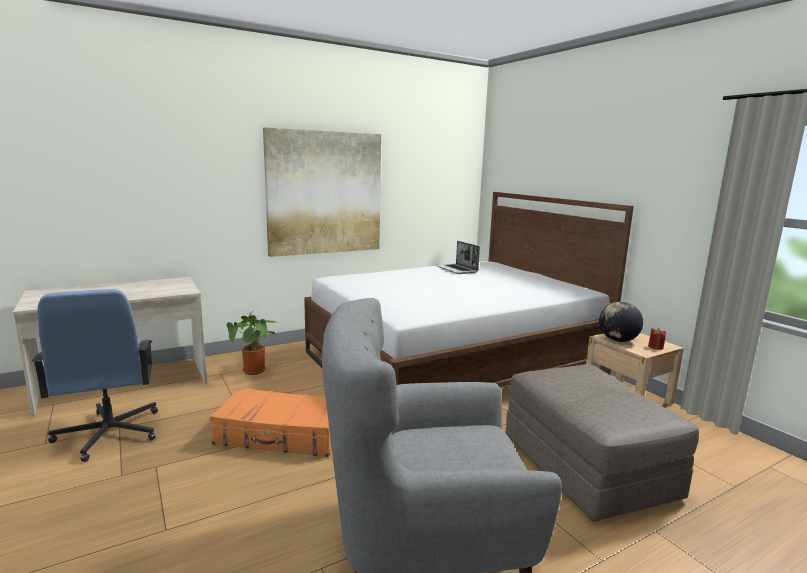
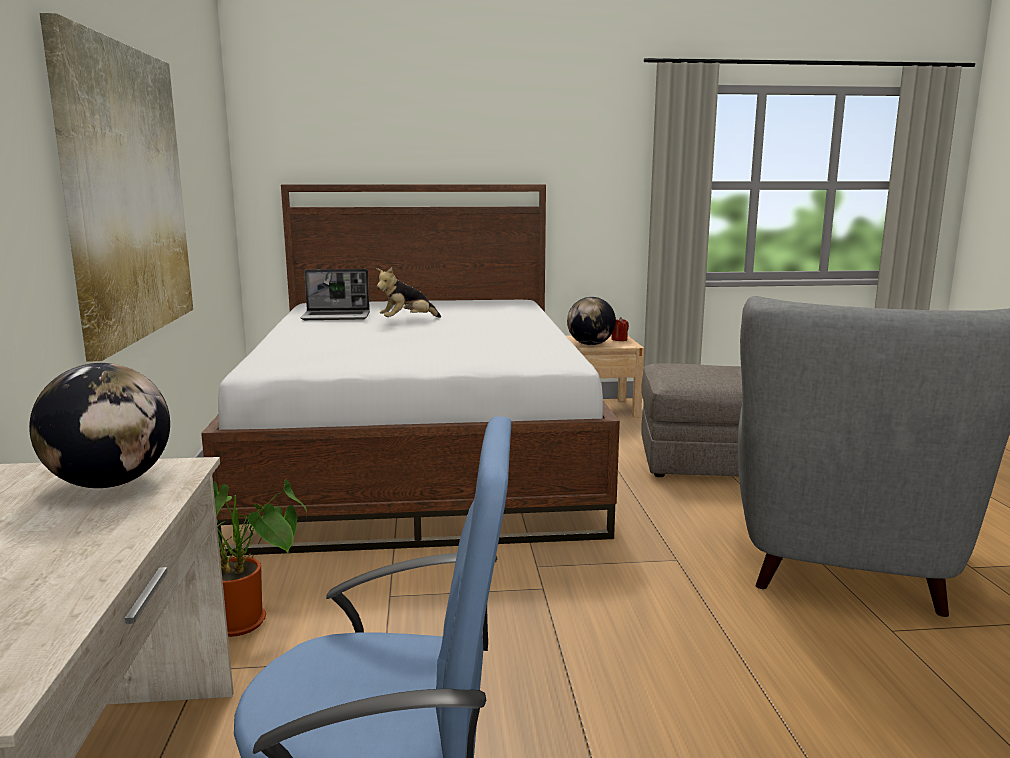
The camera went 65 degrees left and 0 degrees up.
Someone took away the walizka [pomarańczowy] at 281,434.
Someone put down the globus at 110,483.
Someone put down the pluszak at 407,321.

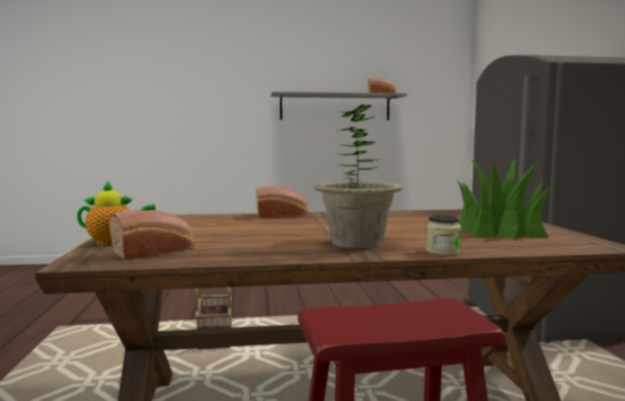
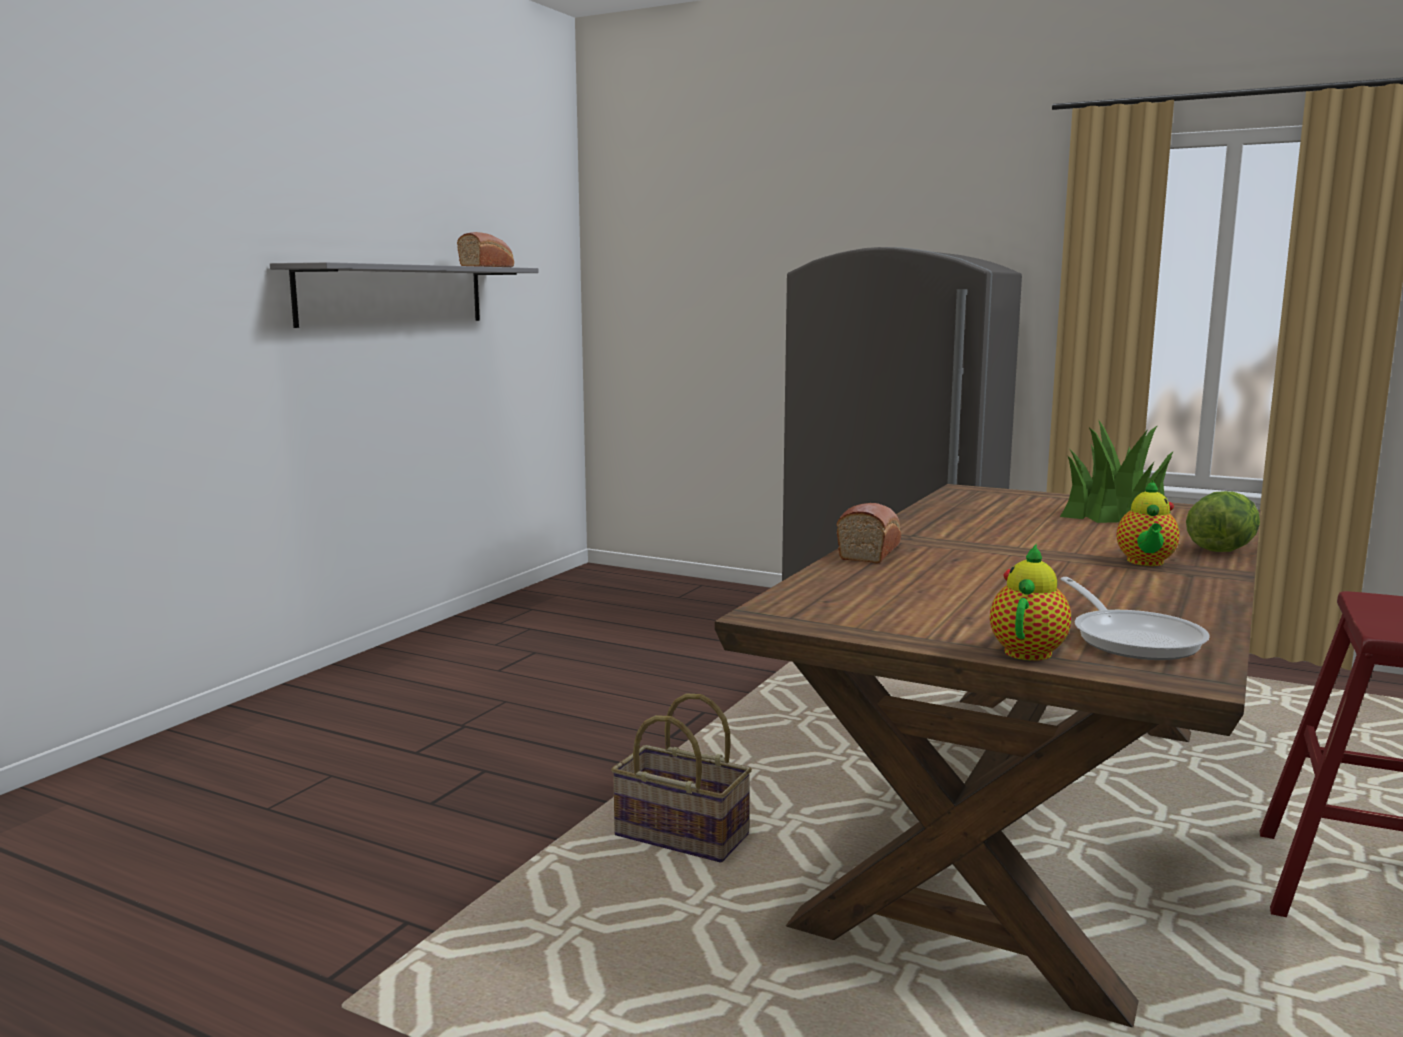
The camera went 55 degrees left and 5 degrees up.
Someone swapped the chleb at 155,251 for the patelnia at 1132,639.
Someone swapped the roślina doniczkowa at 357,243 for the imbryk at 1145,563.
Someone swapped the słoik at 442,252 for the sałata at 1221,550.

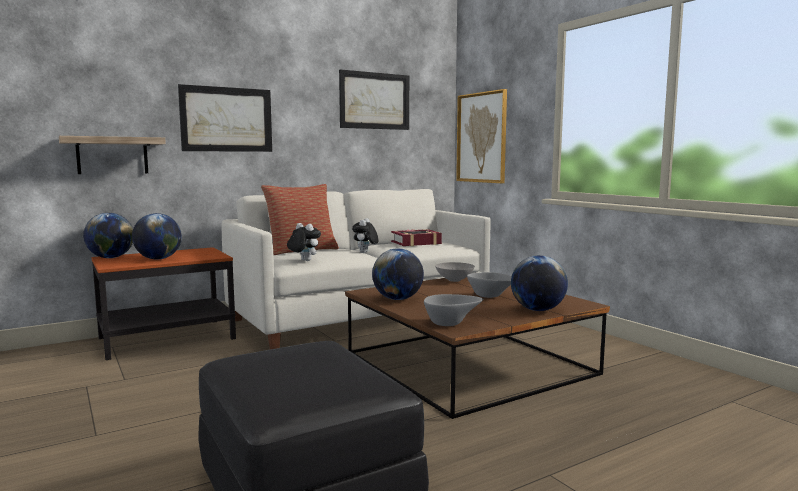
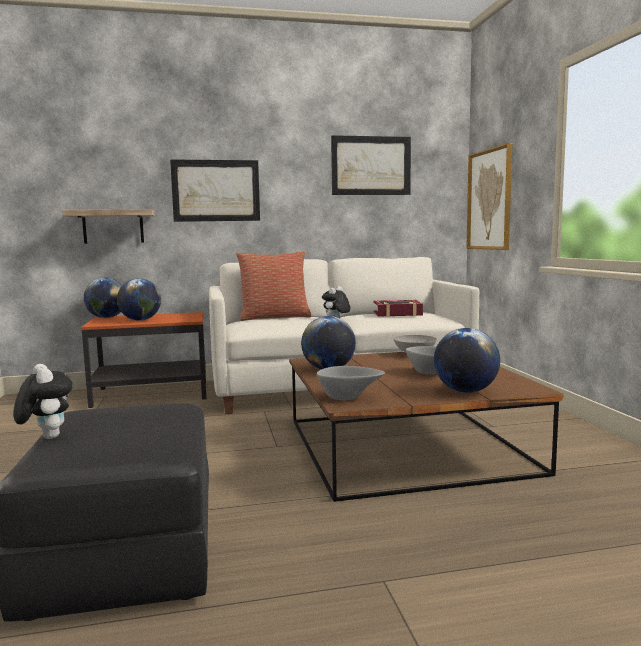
The camera went 20 degrees right and 0 degrees up.
Someone carried the pluszak from 304,261 to 46,437.

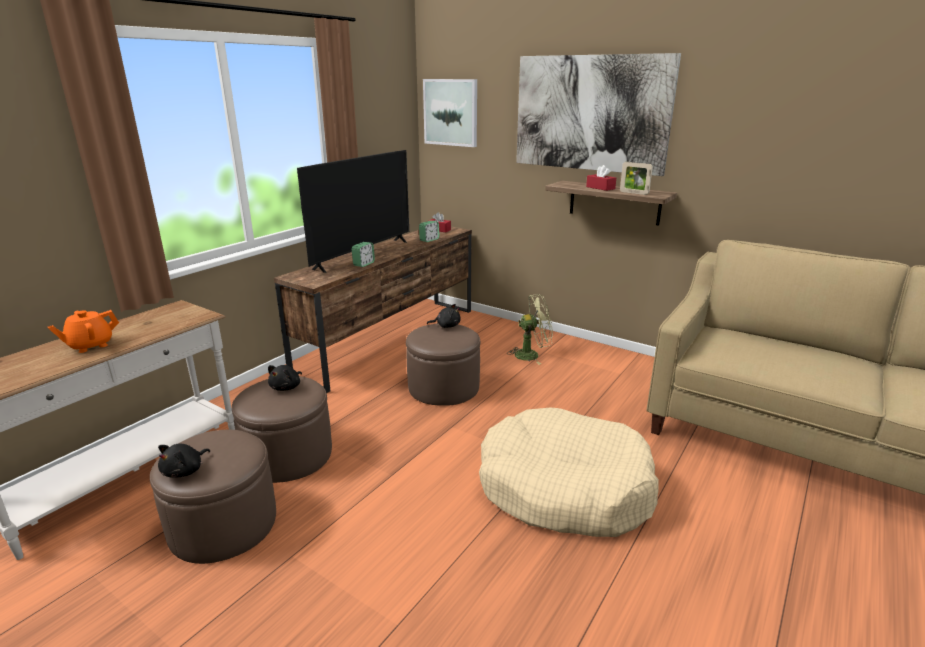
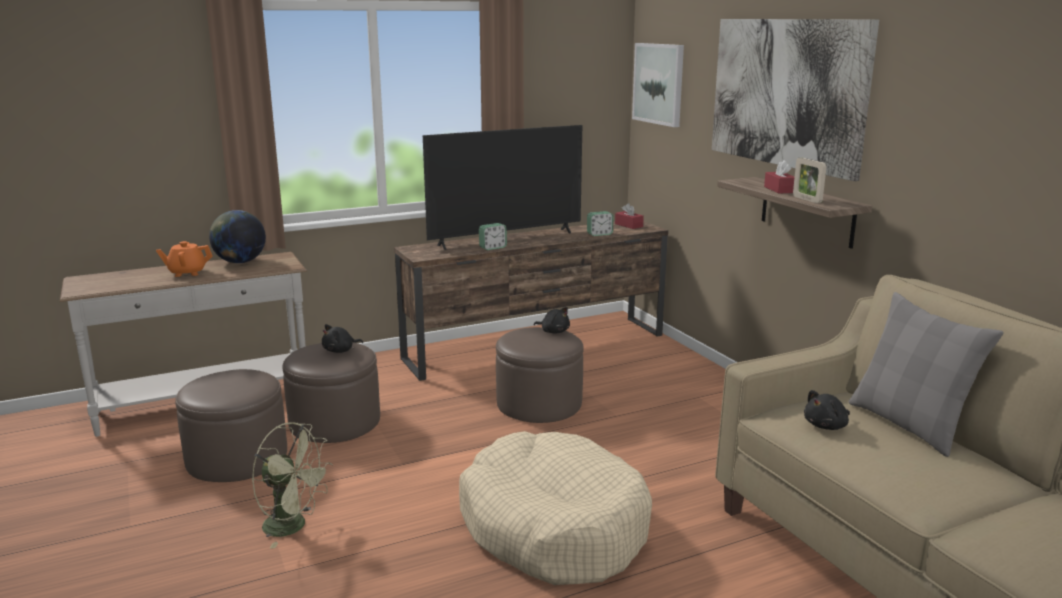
The camera went 30 degrees right and 5 degrees down.
Someone put down the globus at 240,262.
Someone put down the poduszka [szary] at 909,425.
Someone carried the pluszak [czarny] from 185,471 to 826,426.
Someone carried the wentylator [zielony] from 532,355 to 293,527.

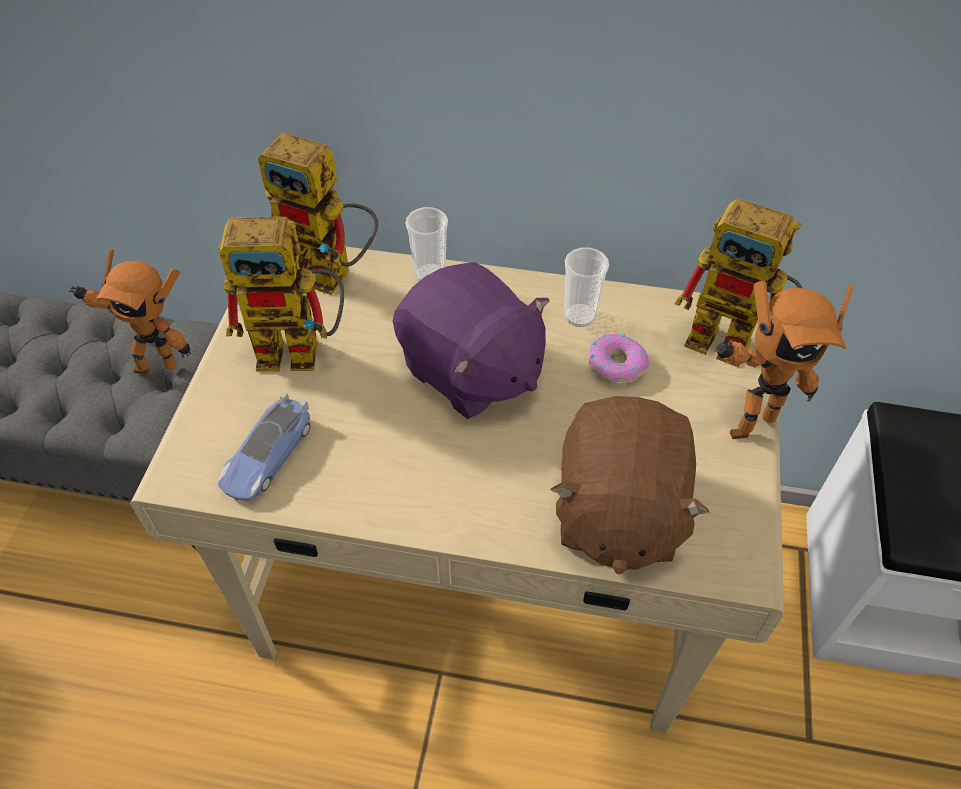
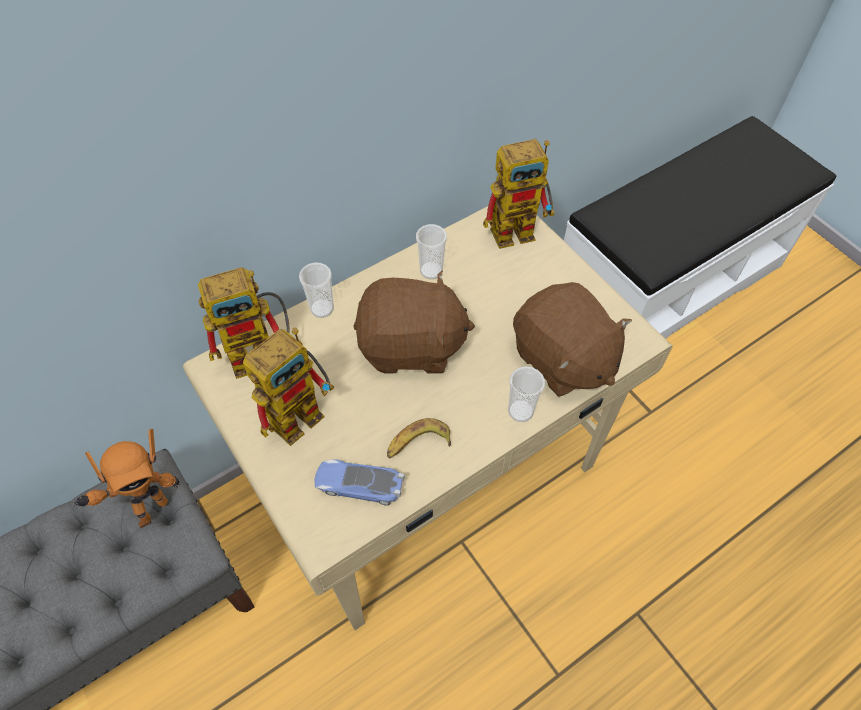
The camera went 45 degrees left and 5 degrees up.
Someone took away the donut at 616,364.
Someone took away the robot zabawkowy at 747,421.
Someone put down the banan at 417,444.
Someone put down the filiżanka at 520,411.
Someone repainted the pluszak [fioletowy] at 470,371, which became the pluszak [brązowy] at 411,346.
Someone rotated the samochodzik at 267,455 by 120 degrees clockwise.

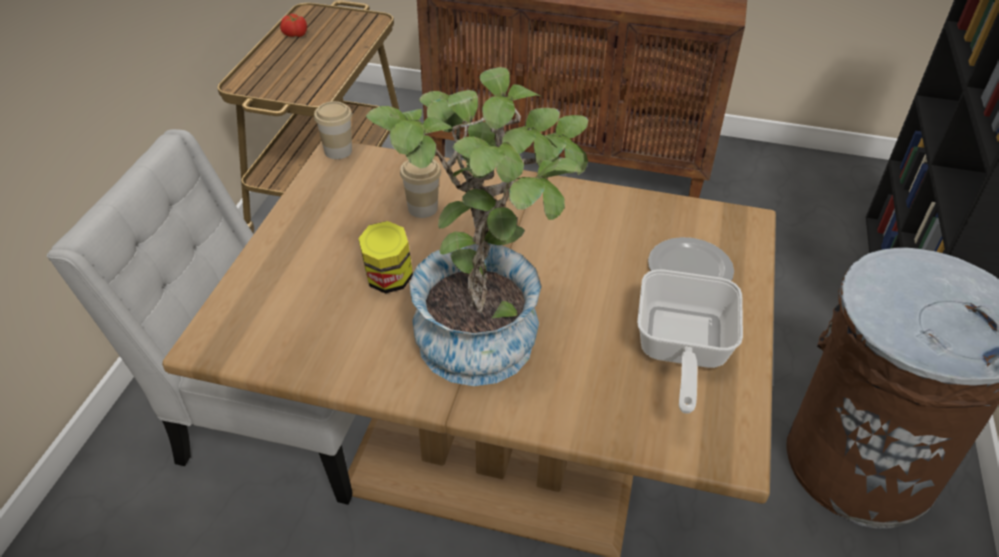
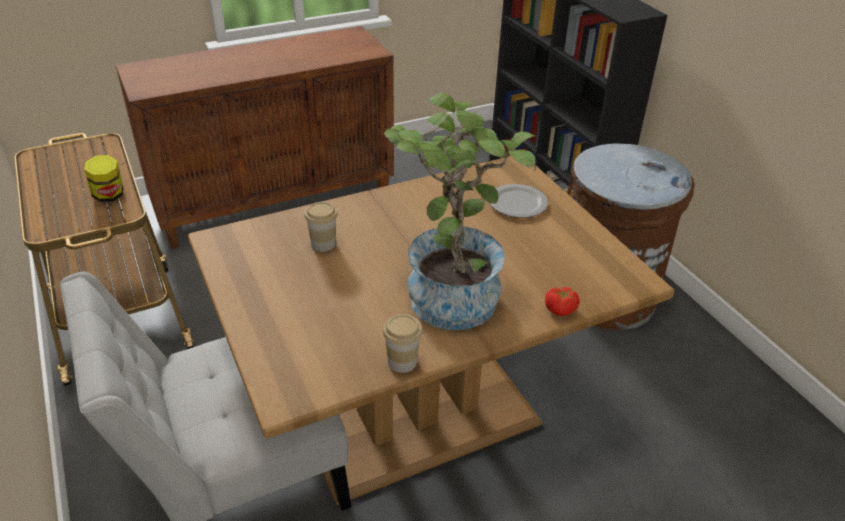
The camera went 40 degrees left and 5 degrees down.
Someone took away the patelnia at 680,351.
Someone carried the pomidor from 295,34 to 560,310.
Someone carried the filiżanka from 338,151 to 402,362.
Someone carried the słoik from 389,280 to 109,196.

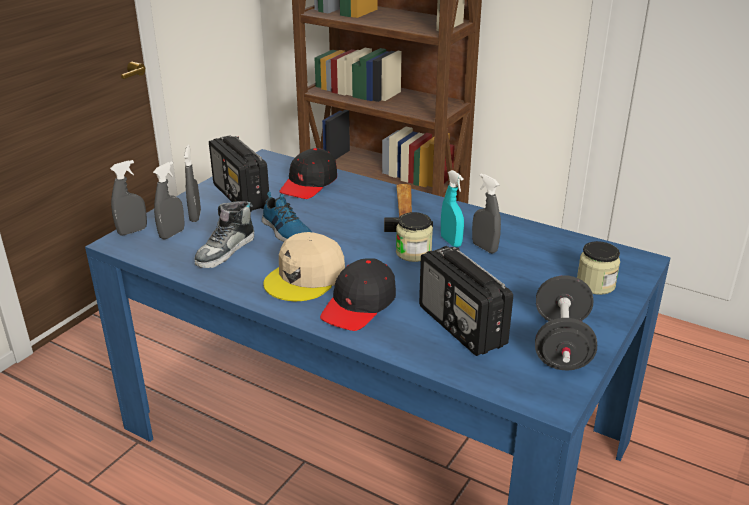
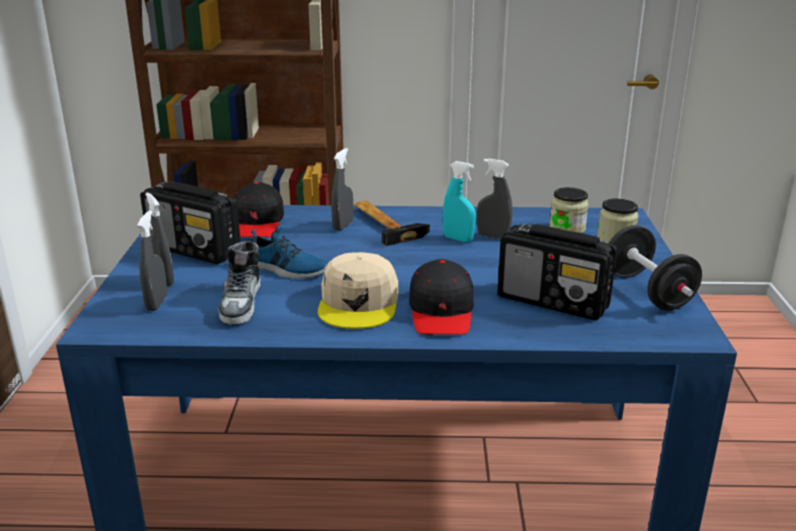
The camera went 30 degrees left and 5 degrees down.
Someone carried the spryskiwacz [szary] from 132,231 to 343,226.
Someone carried the słoik from 413,253 to 567,228.

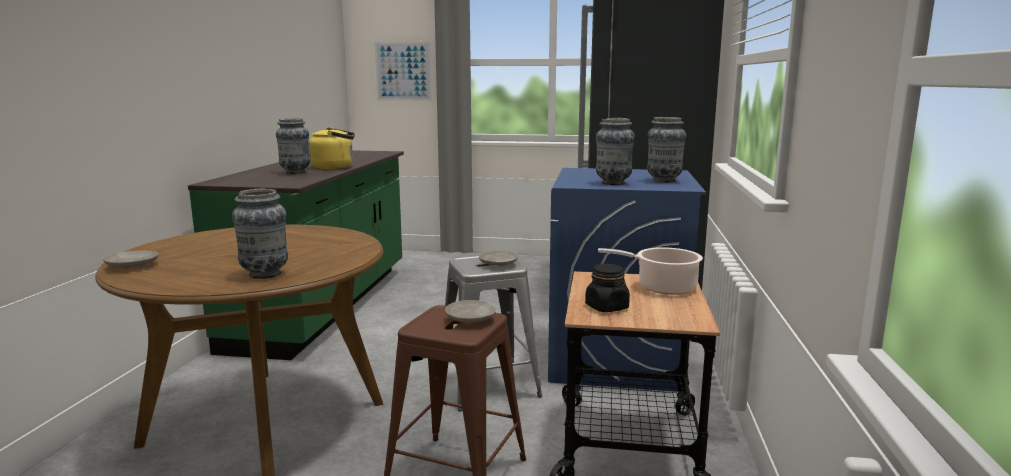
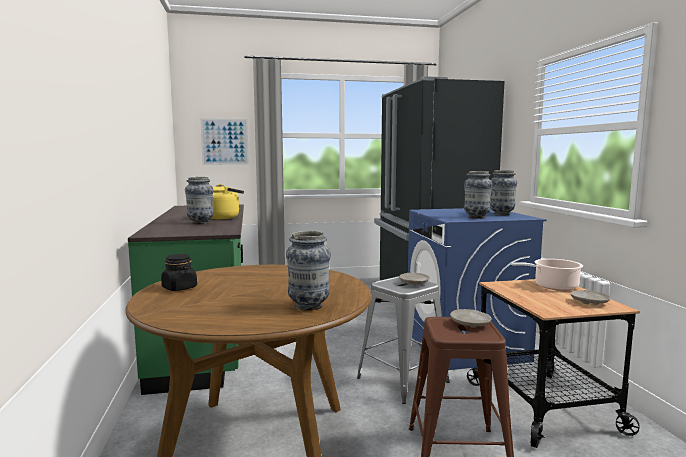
The camera went 20 degrees left and 5 degrees down.
Someone carried the talerz [beżowy] from 133,266 to 589,302.
Someone carried the słoik [czarny] from 607,307 to 179,288.

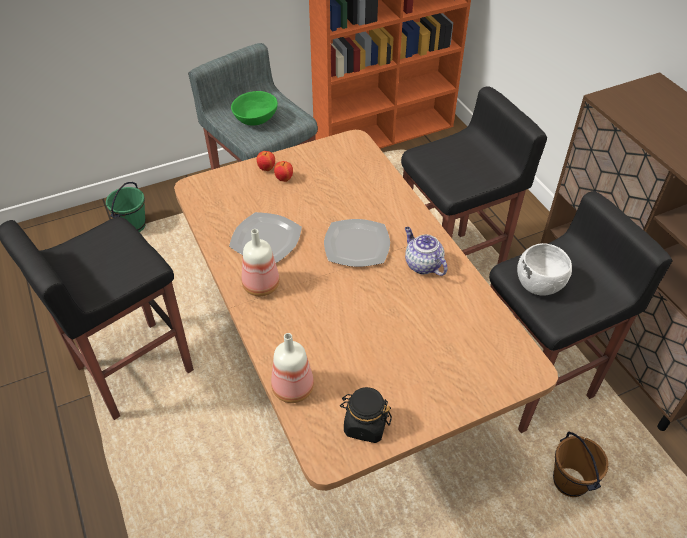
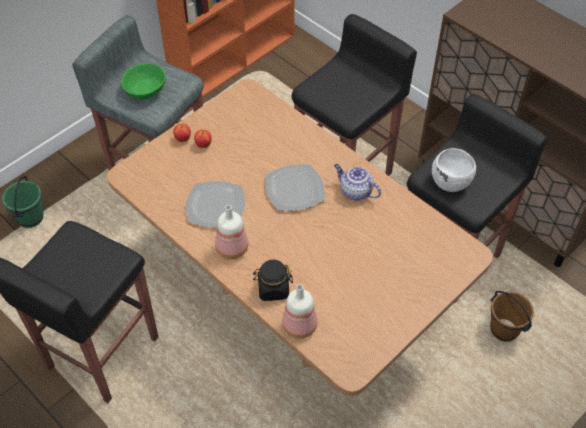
The camera went 20 degrees left and 5 degrees up.
Someone carried the słoik [czarny] from 365,425 to 273,289.

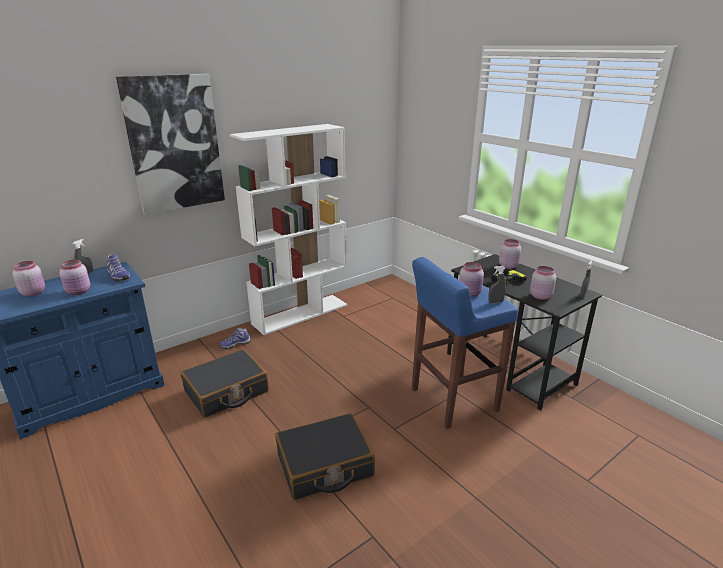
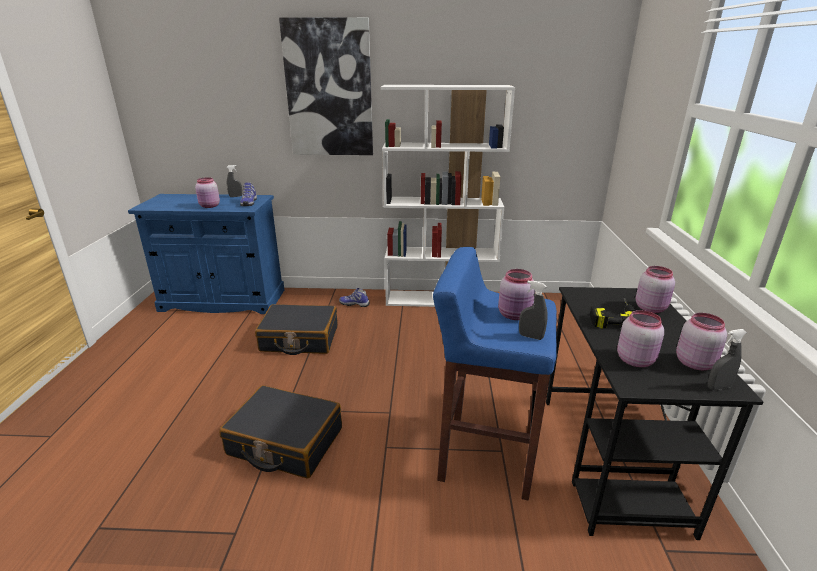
The camera went 40 degrees right and 0 degrees up.
Someone carried the słoik [różowy] from 33,292 to 694,362.

